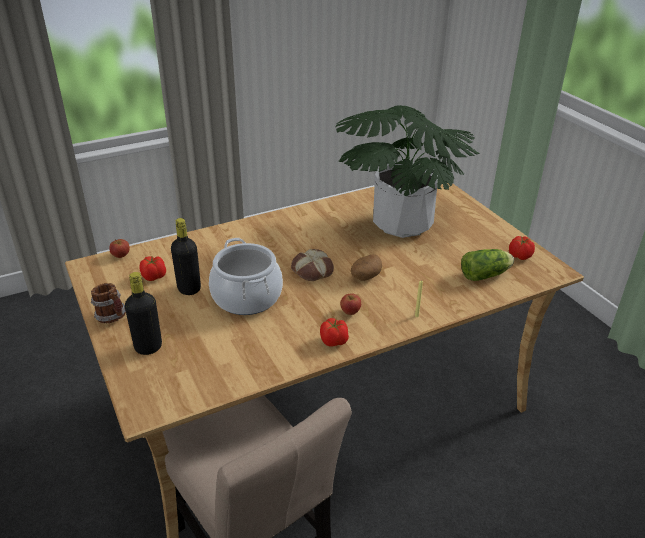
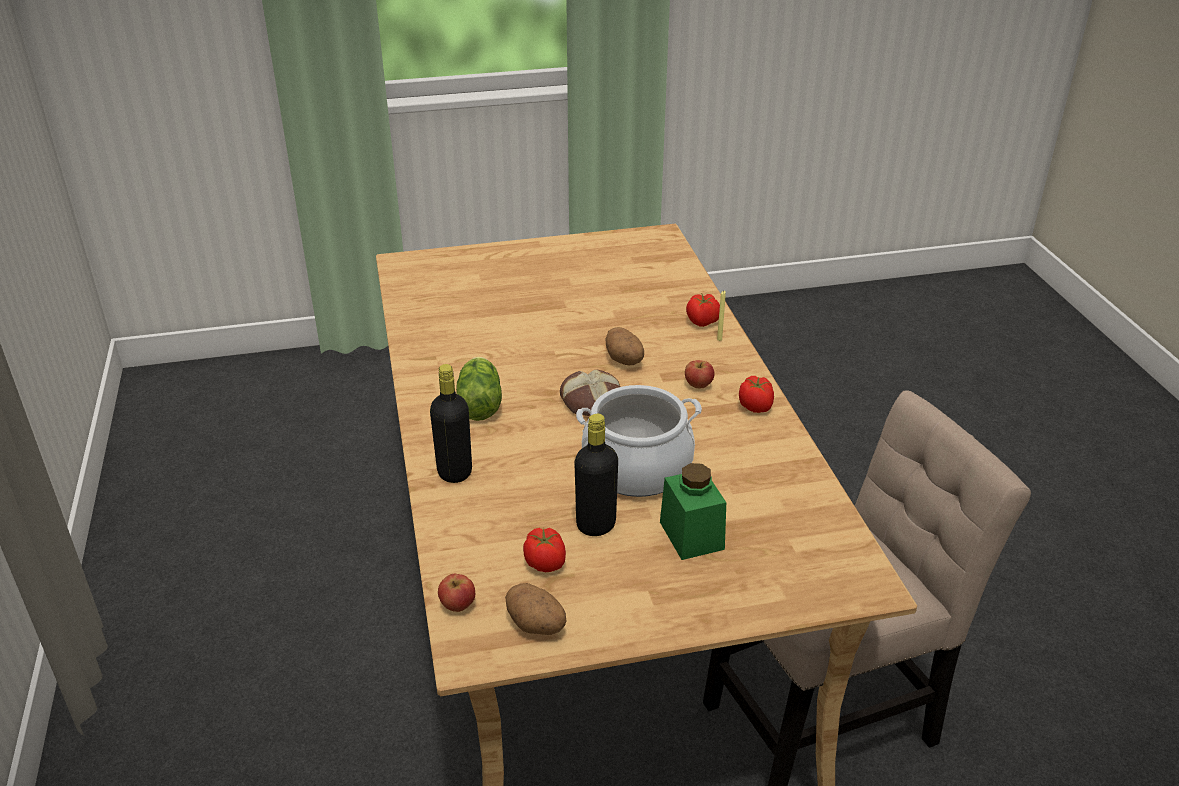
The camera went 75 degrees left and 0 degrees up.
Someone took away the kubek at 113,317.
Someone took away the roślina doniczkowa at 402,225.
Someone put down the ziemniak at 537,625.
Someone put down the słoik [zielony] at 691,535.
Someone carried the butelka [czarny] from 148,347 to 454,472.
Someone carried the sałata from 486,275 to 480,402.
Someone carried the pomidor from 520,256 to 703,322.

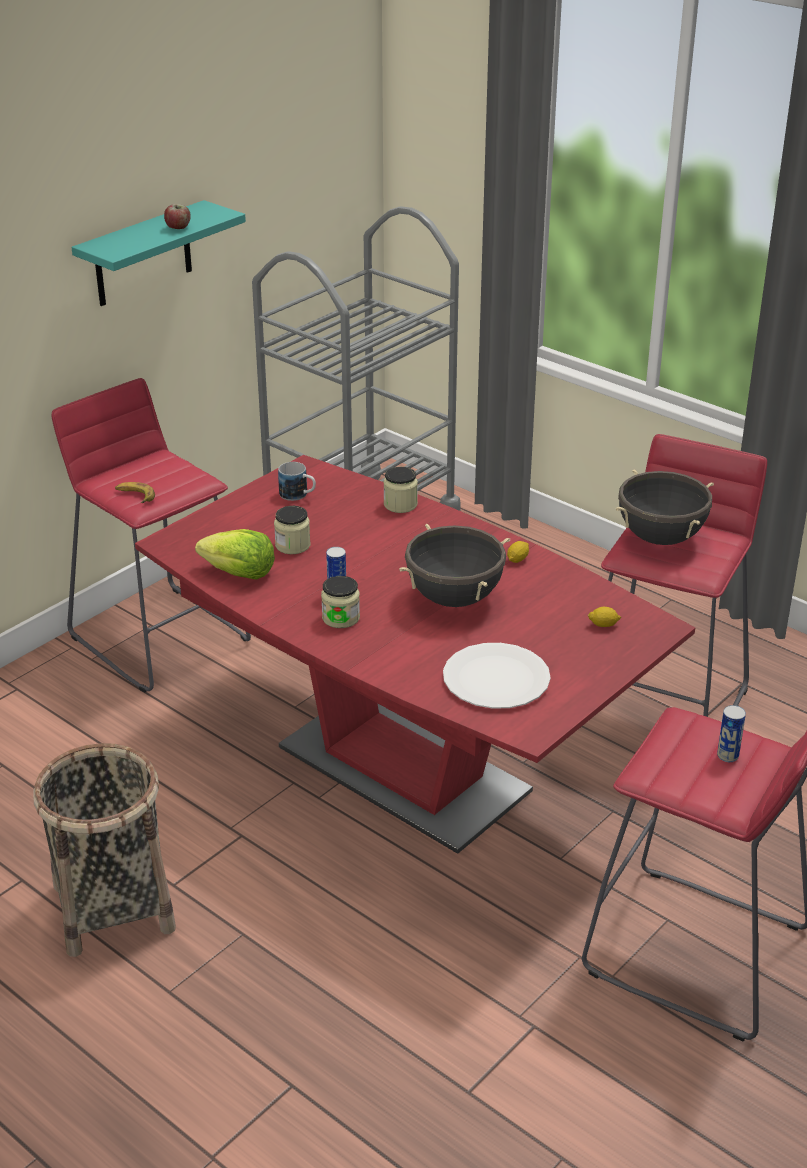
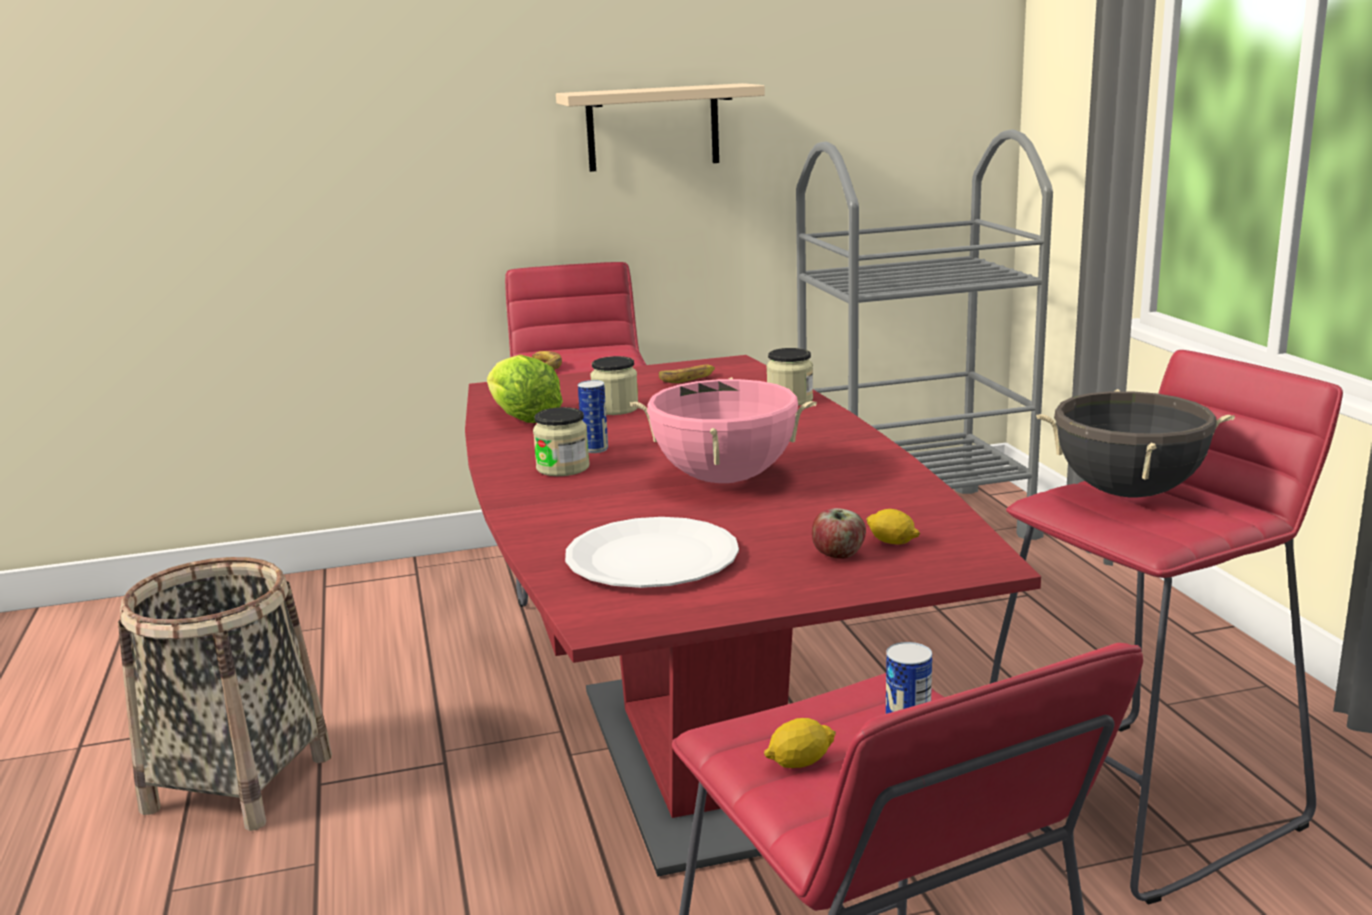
The camera went 35 degrees right and 15 degrees down.
Someone carried the jabłko from 178,228 to 838,555.
Someone carried the cytryna from 517,559 to 799,762.
Someone swapped the kubek at 298,495 for the banan at 688,378.
Someone repainted the półka [turkusowy] at 143,255, which became the półka [beżowy] at 653,127.
Someone repainted the garnek [czarny] at 454,598, which became the garnek [różowy] at 724,479.

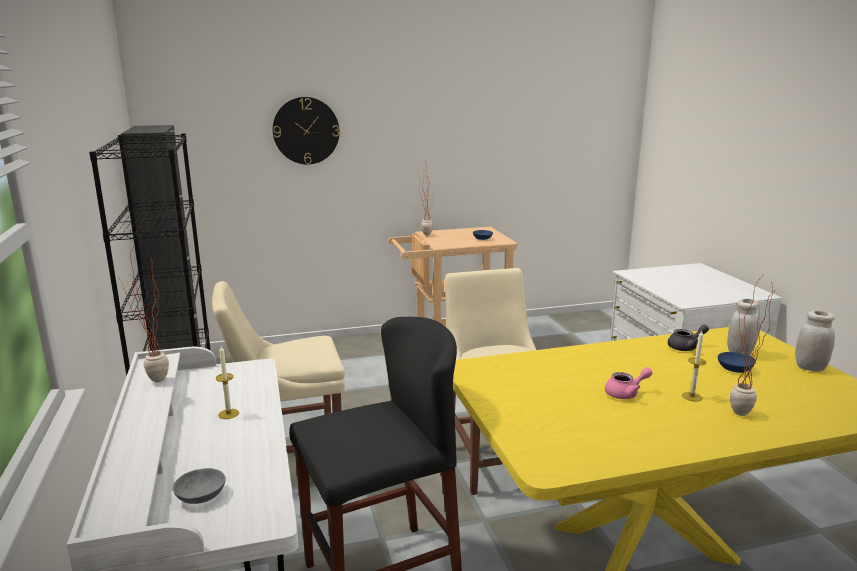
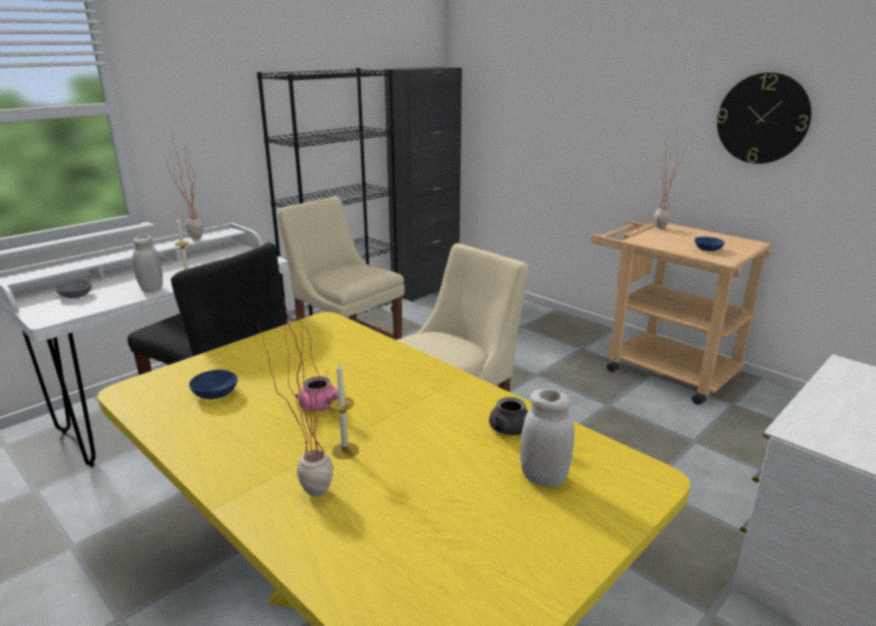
The camera went 60 degrees right and 5 degrees up.
Someone carried the zegar ścienny from 306,131 to 762,118.
Someone carried the miska [niebieski] from 734,368 to 217,393.
Someone carried the słoik [biały] from 810,368 to 151,289.

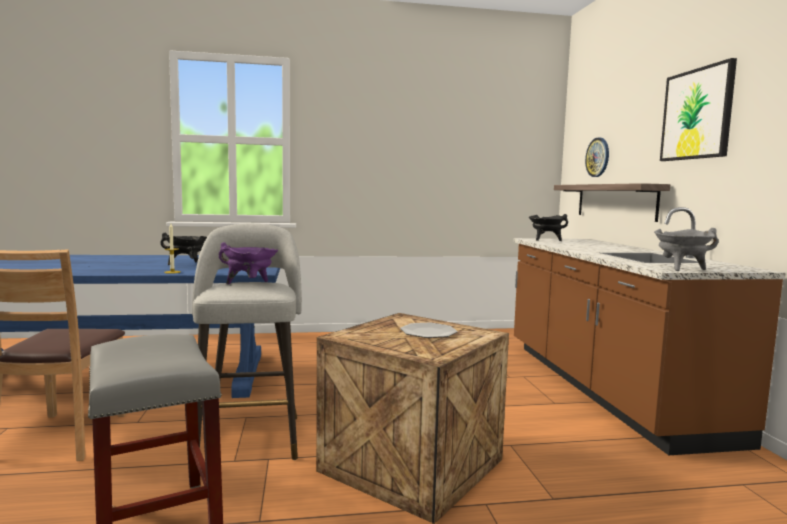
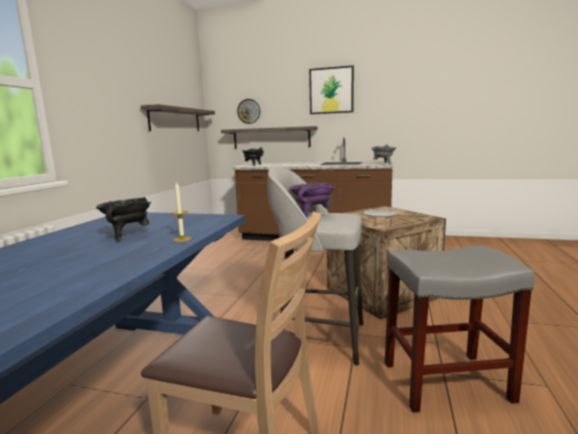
The camera went 65 degrees left and 5 degrees up.
Someone put up the półka at 175,120.

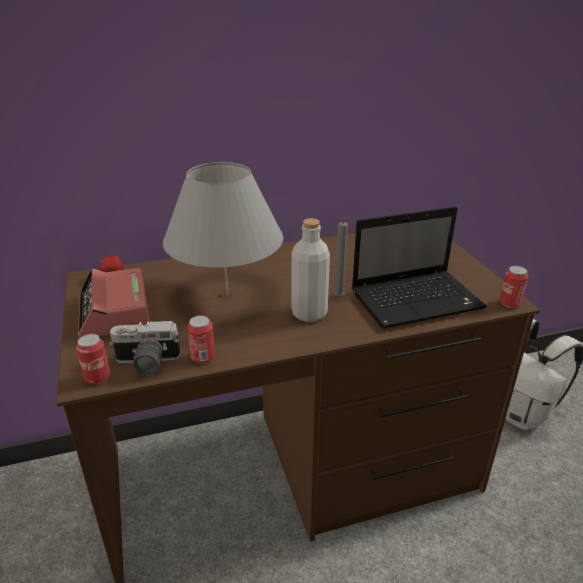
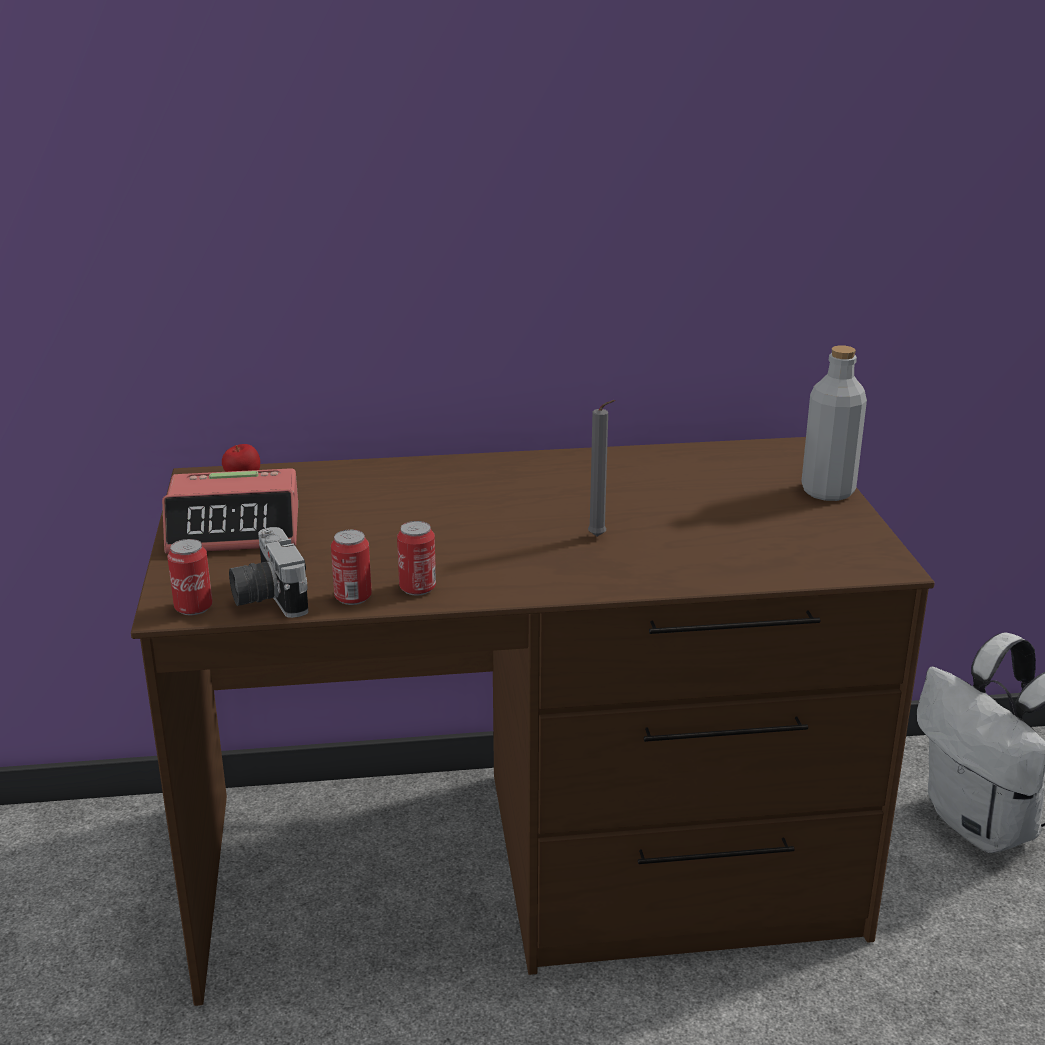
The camera went 10 degrees right and 5 degrees down.
Someone took away the lampa stołowa [szary] at 227,294.
Someone took away the laptop at 418,300.
Someone carried the butelka [szary] from 309,313 to 827,491.
Someone carried the puszka from 509,303 to 417,588.
Someone rotated the budzik at 115,313 by 90 degrees counterclockwise.
Someone rotated the aparat fotograficzny at 146,364 by 60 degrees clockwise.

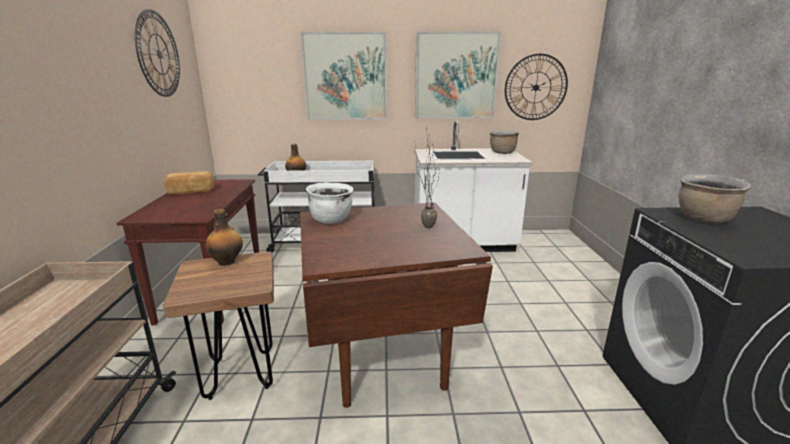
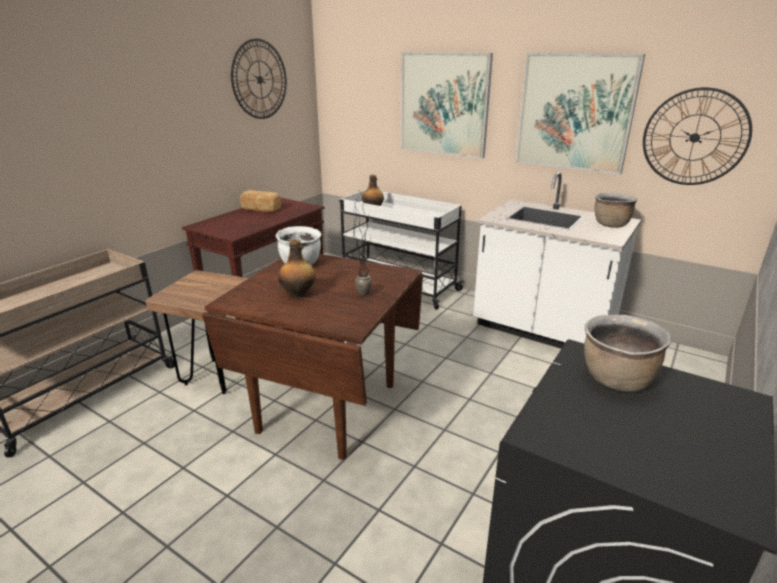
The camera went 35 degrees right and 5 degrees up.
Someone carried the butelka from 227,262 to 298,295.

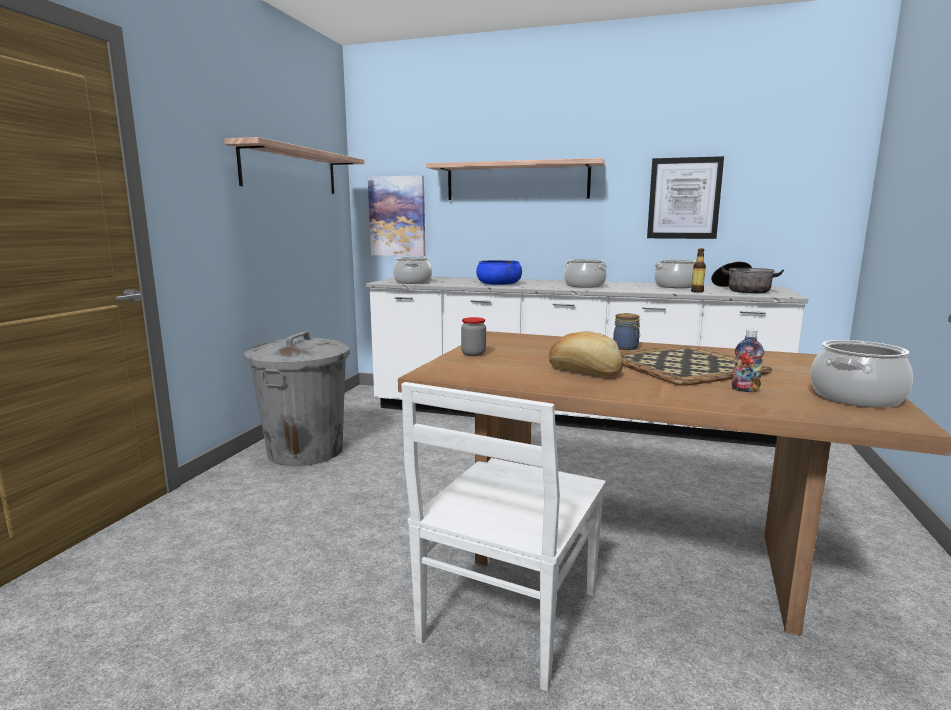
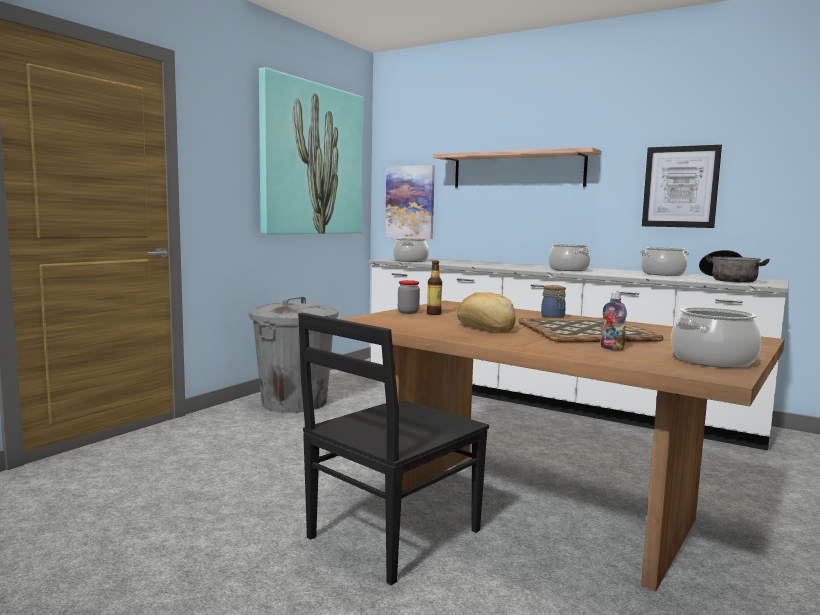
The camera went 15 degrees right and 5 degrees down.
Someone took away the miska [niebieski] at 498,283.
Someone carried the butelka from 697,291 to 434,314.
Someone swapped the półka at 291,170 for the obraz at 311,160.
Someone repainted the krzesło [biały] at 508,618, which became the krzesło [czarny] at 391,535.

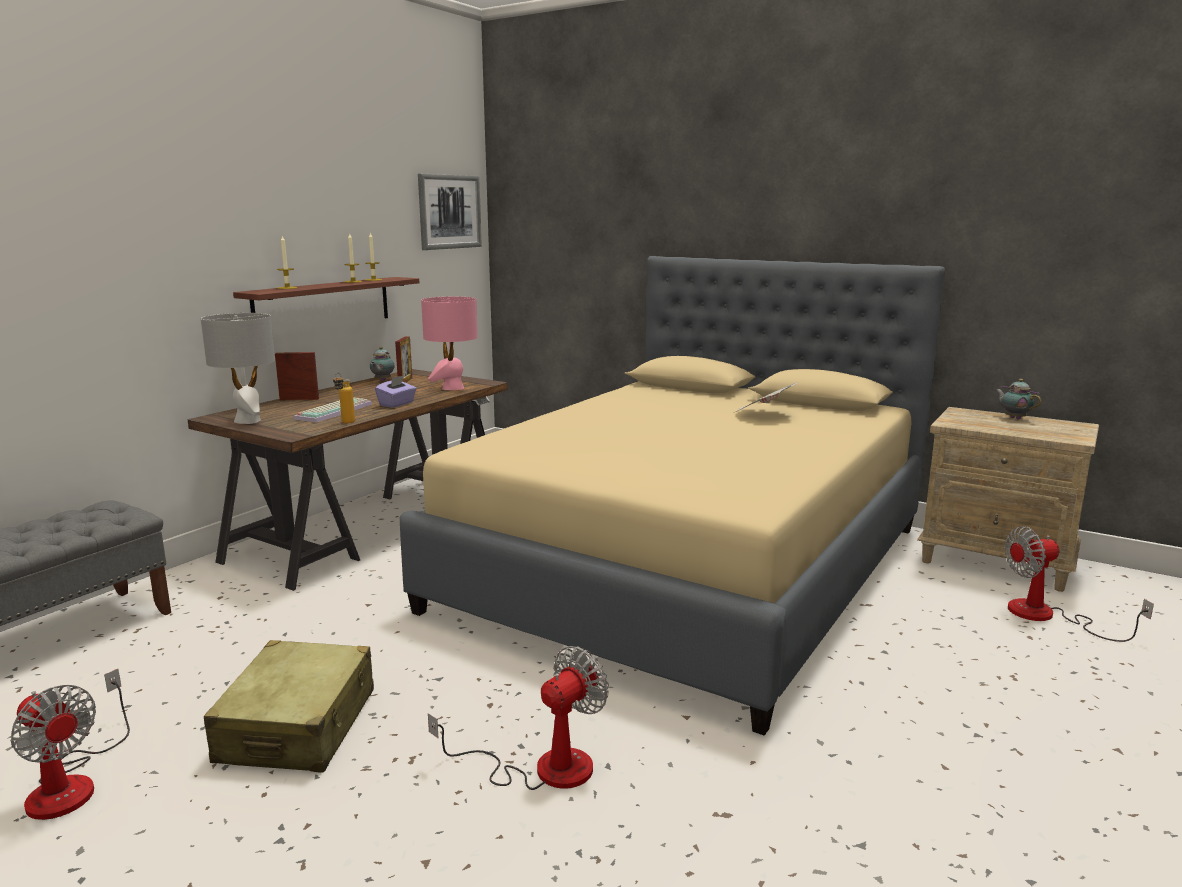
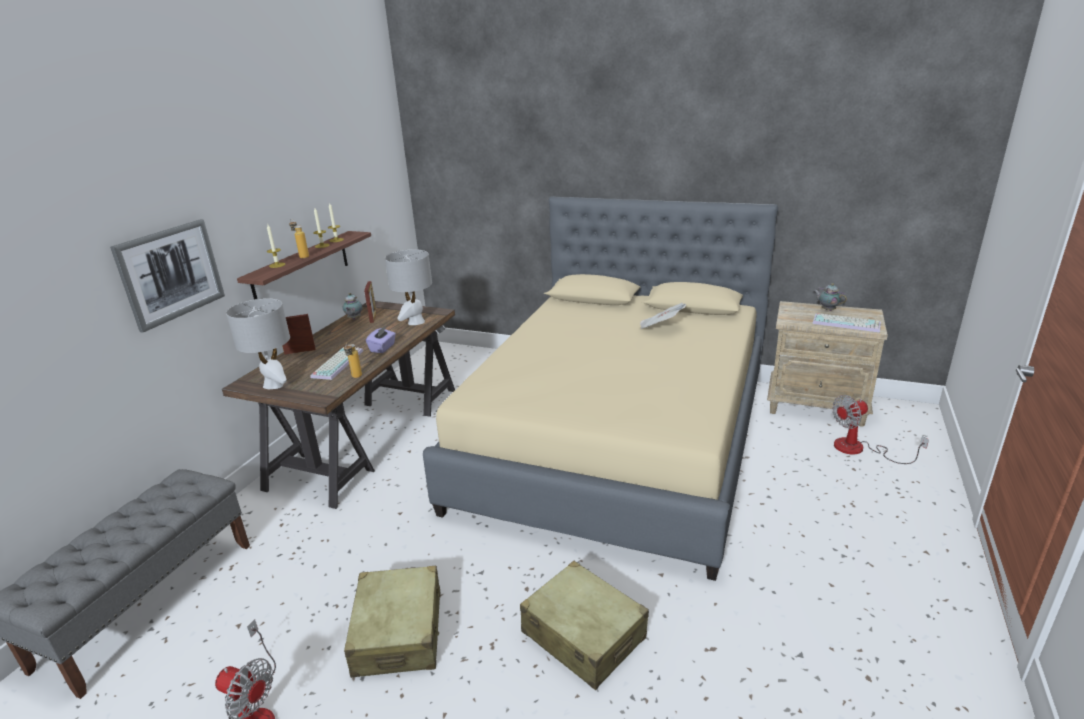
The camera went 10 degrees left and 10 degrees up.
Someone put down the butelka at 302,256.
Someone put down the klawiatura at 847,323.
Someone carried the obraz from 449,212 to 171,273.
Someone swapped the wentylator at 542,768 for the walizka [beżowy] at 583,635.
Someone repainted the lampa stołowa [różowy] at 452,388, which became the lampa stołowa [szary] at 416,322.

